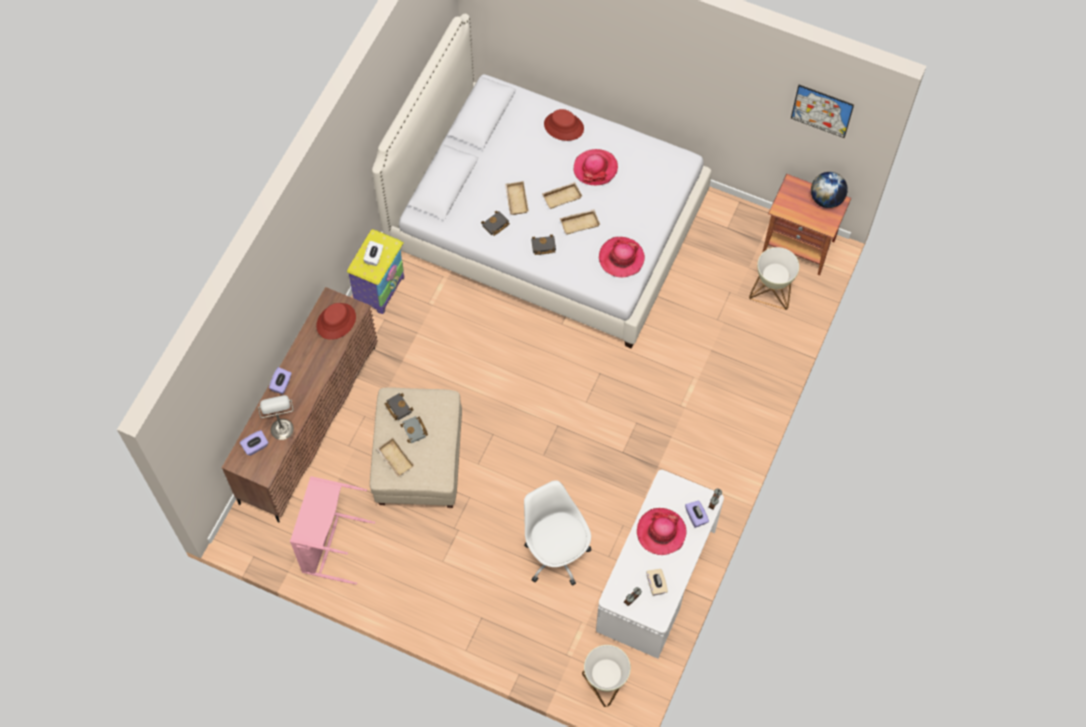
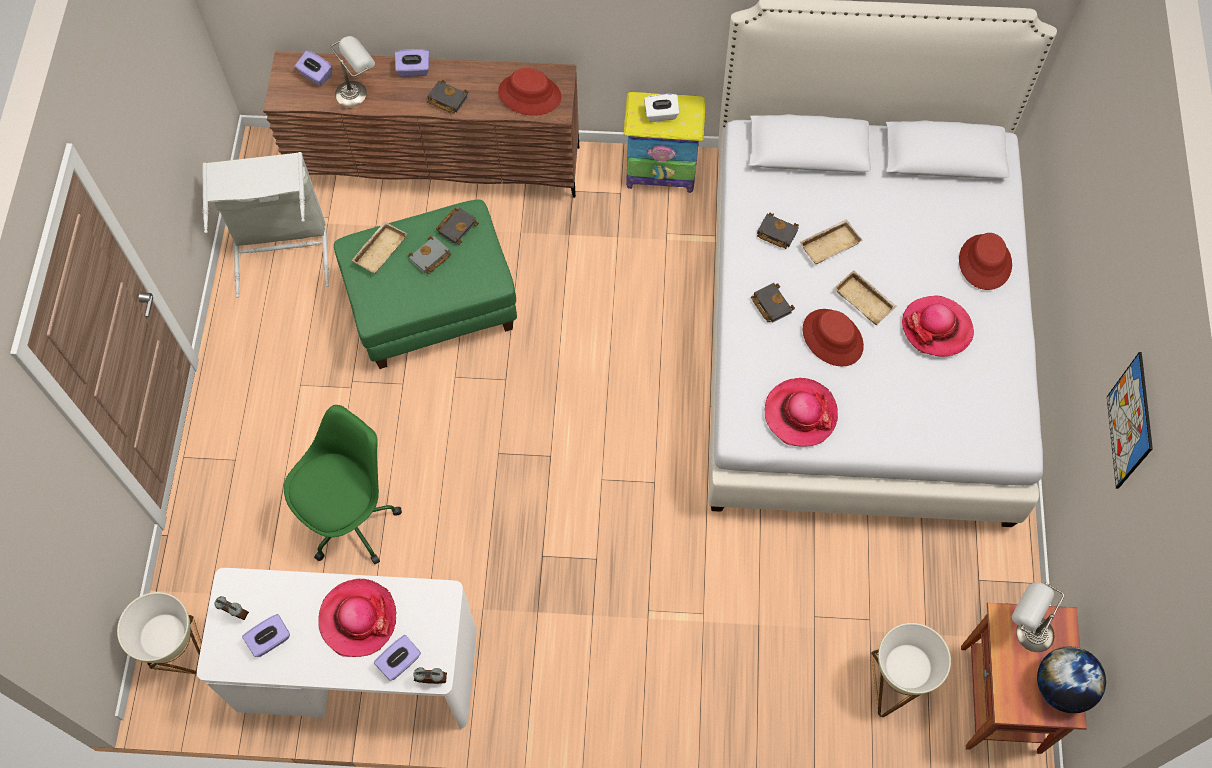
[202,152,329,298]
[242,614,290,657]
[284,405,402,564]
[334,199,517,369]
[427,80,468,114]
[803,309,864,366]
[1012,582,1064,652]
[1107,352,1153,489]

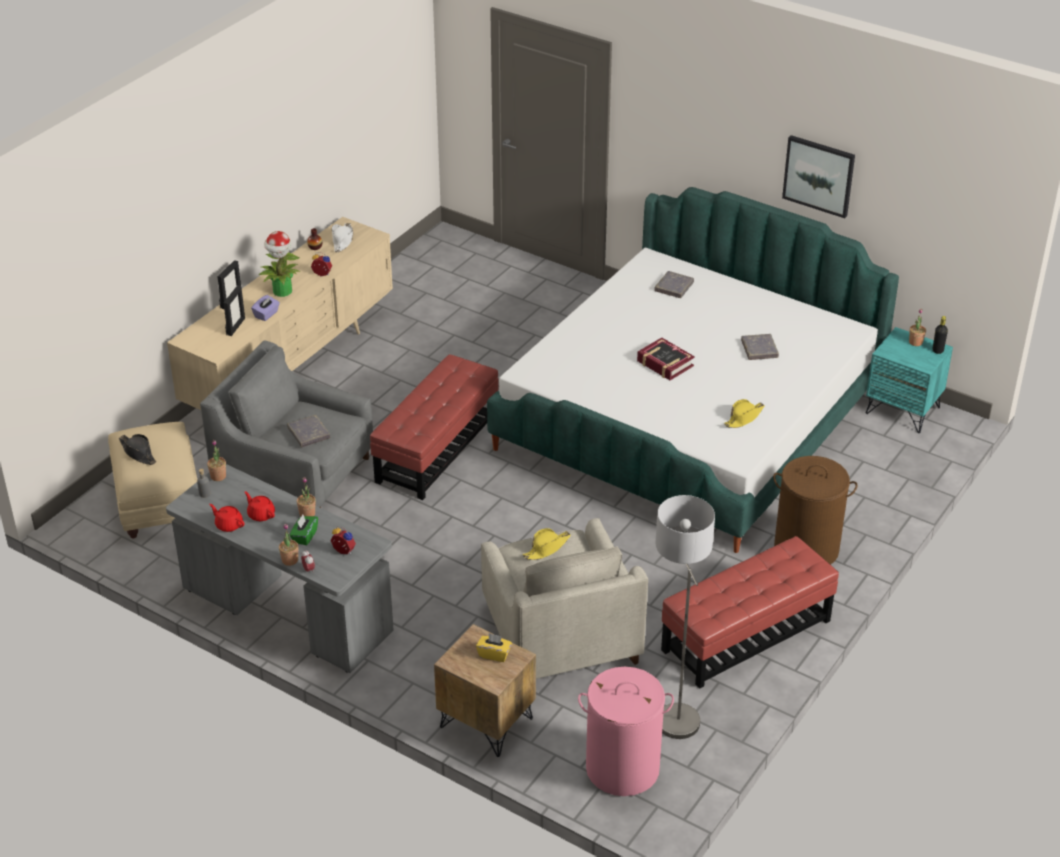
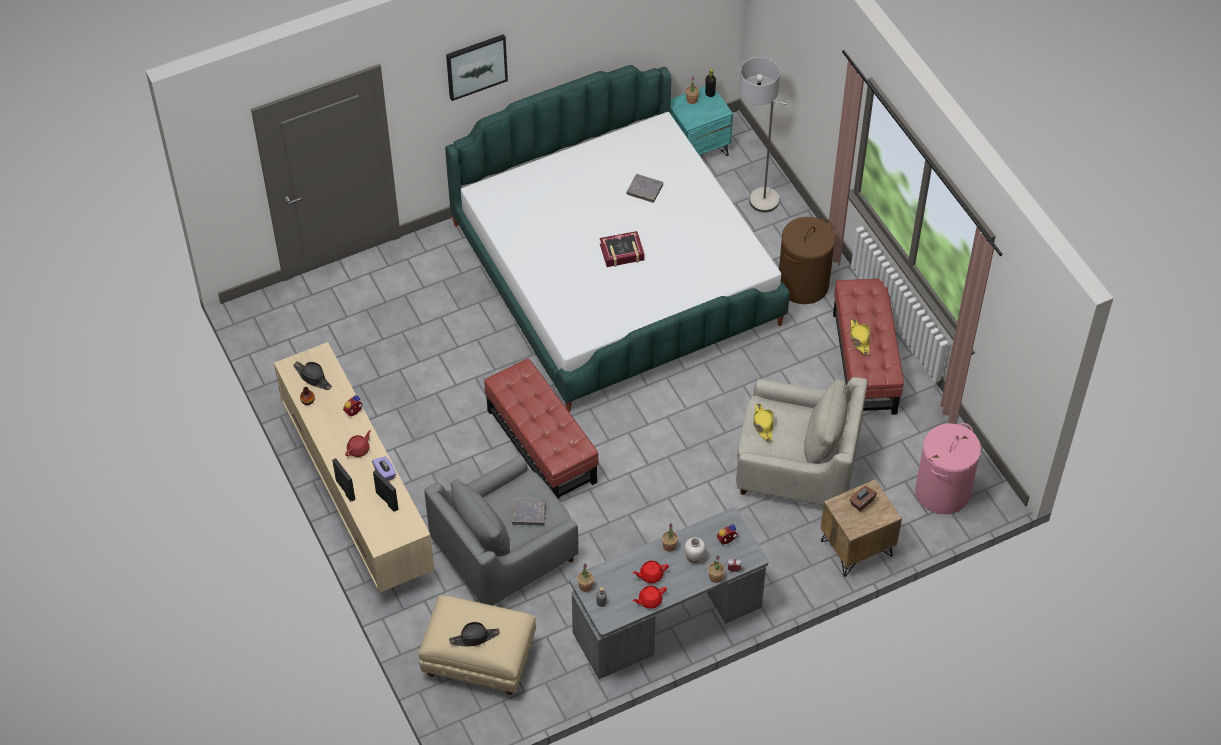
[293,361,332,390]
[345,430,371,457]
[446,34,508,101]
[684,537,706,563]
[739,57,787,213]
[849,486,877,511]
[850,319,870,355]
[654,271,694,298] (first image)

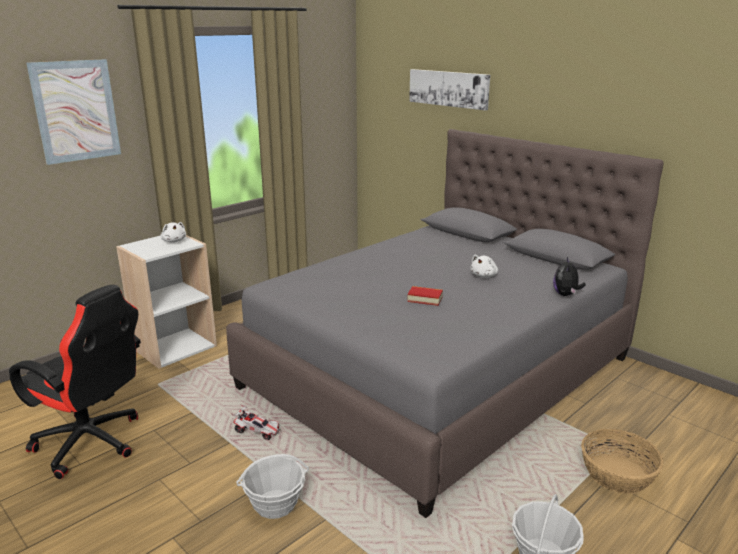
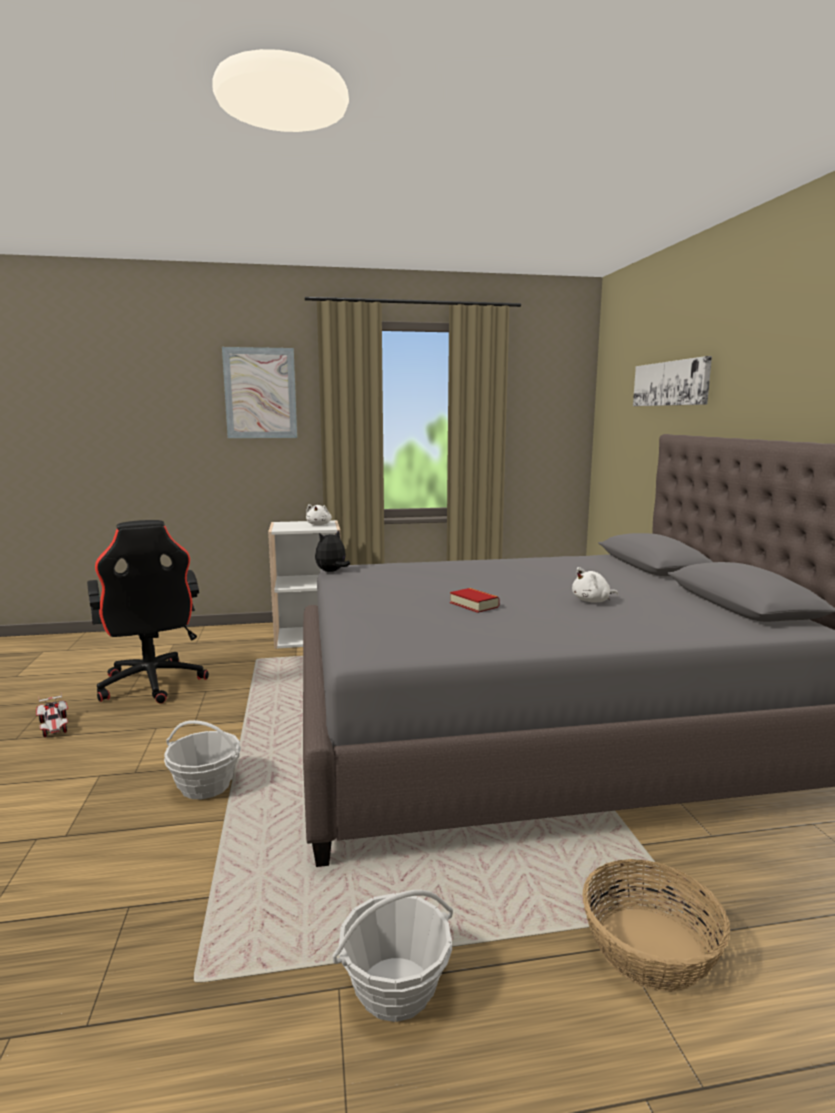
[36,694,68,737]
[315,530,350,572]

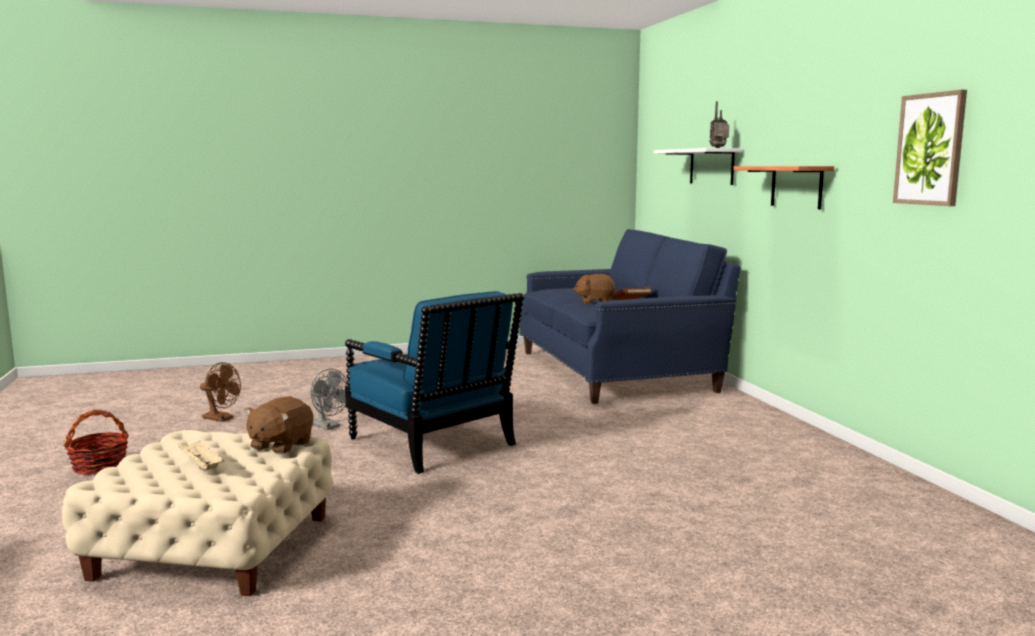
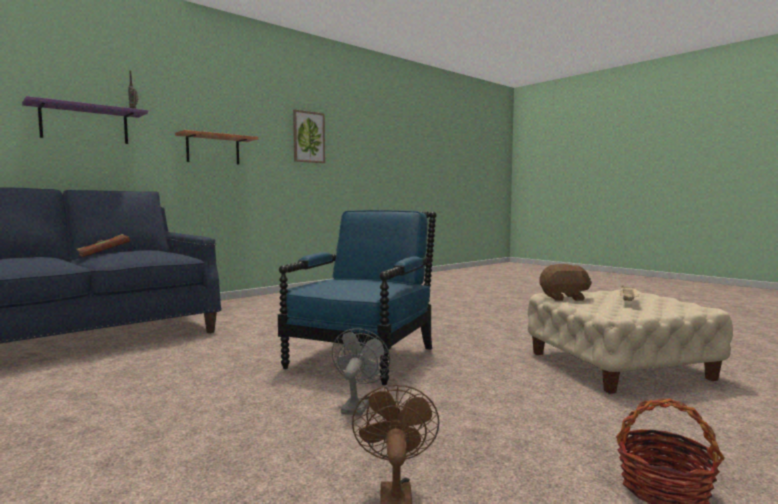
[22,96,148,144]
[573,274,616,304] (first image)

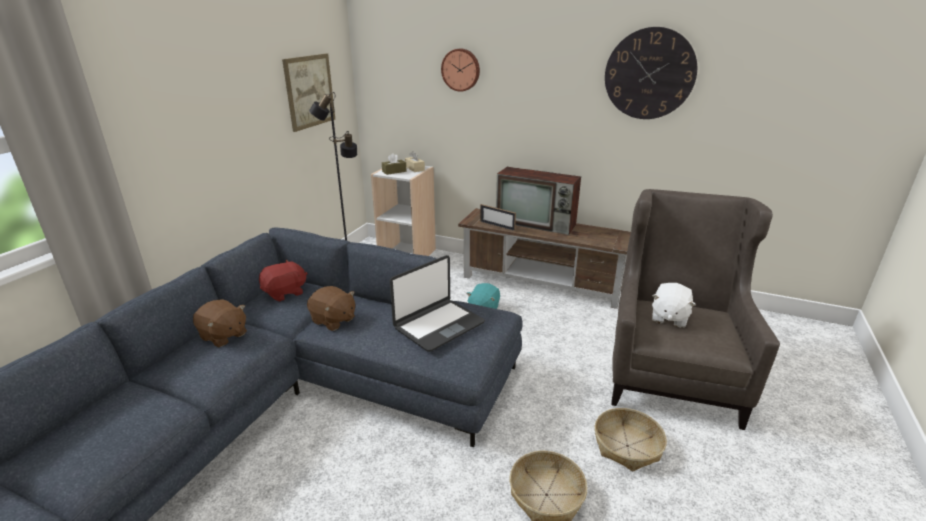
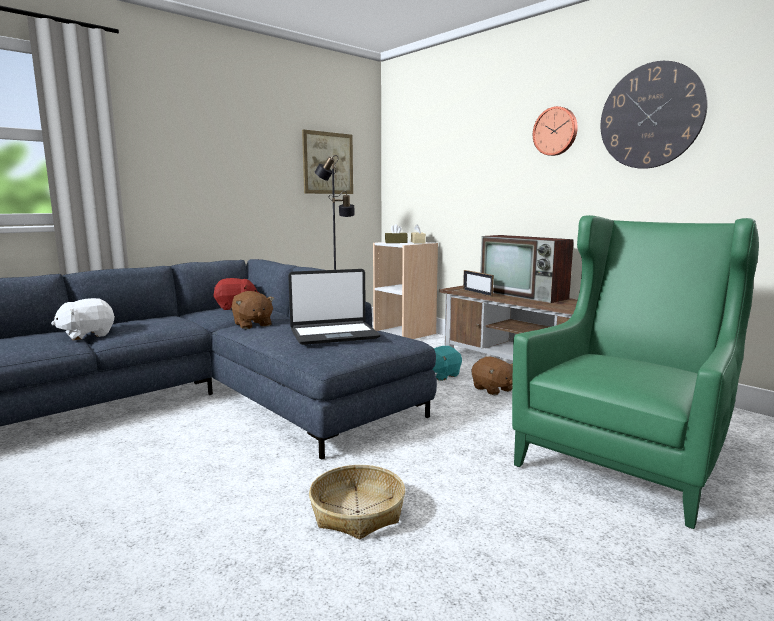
[51,298,115,340]
[472,356,513,395]
[512,215,759,529]
[533,106,578,156]
[595,408,667,471] (first image)

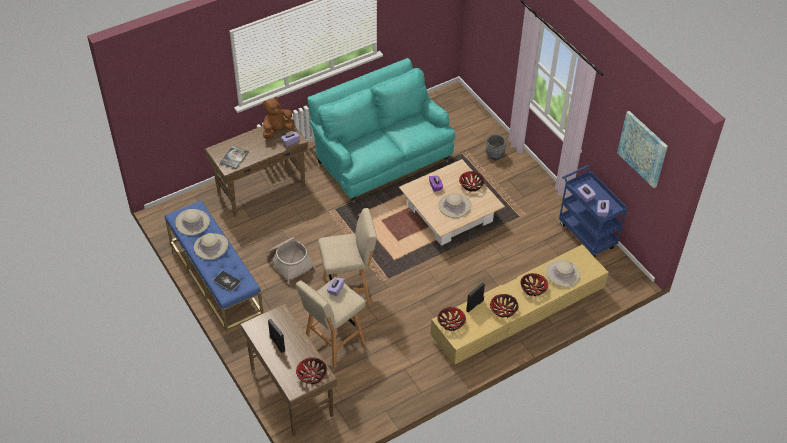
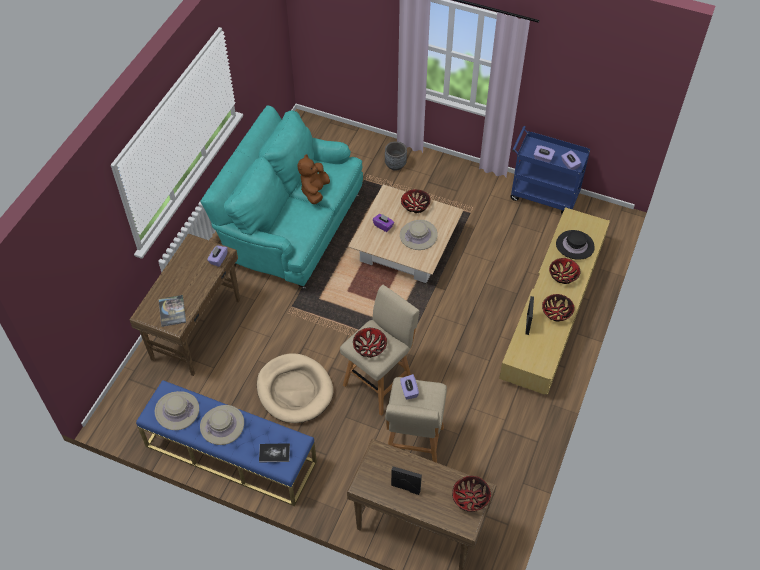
[257,353,333,423]
[297,154,330,204]
[353,328,387,358]
[556,230,595,260]
[617,111,668,188] (first image)

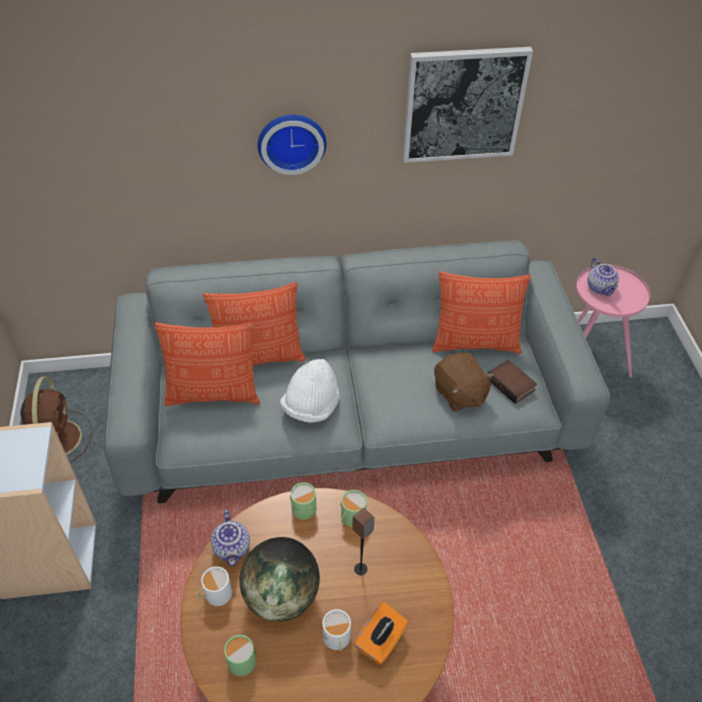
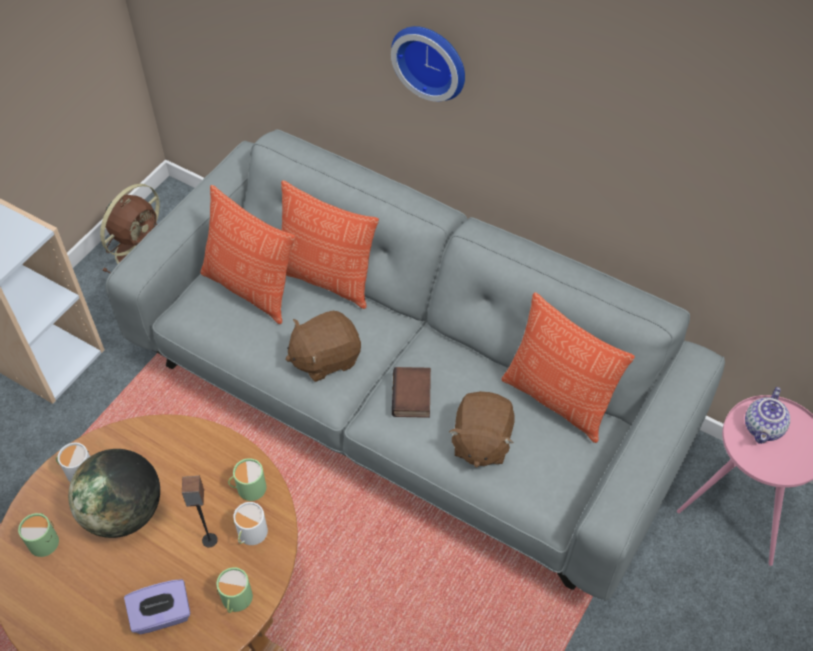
[124,579,190,634]
[216,567,253,613]
[233,502,268,545]
[286,311,361,382]
[392,367,431,418]
[211,509,250,566] (first image)
[403,47,533,163] (first image)

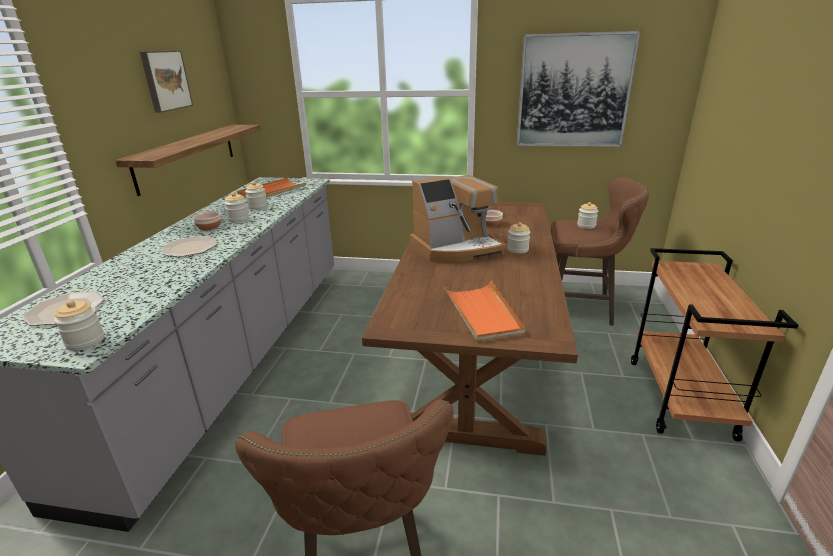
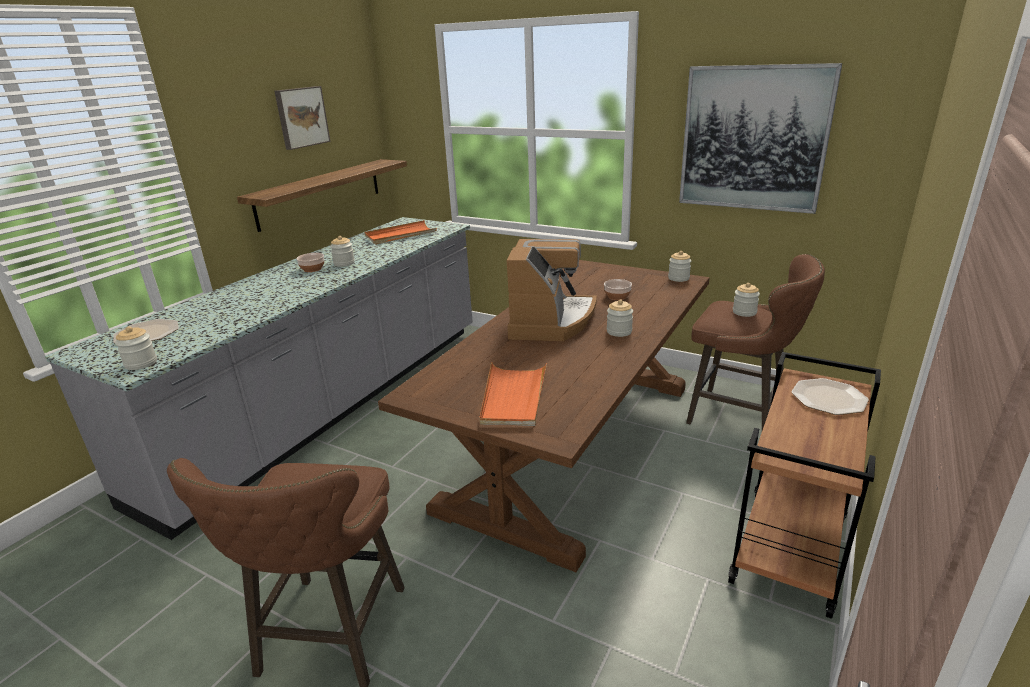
[506,239,597,341]
[668,251,691,282]
[791,378,869,415]

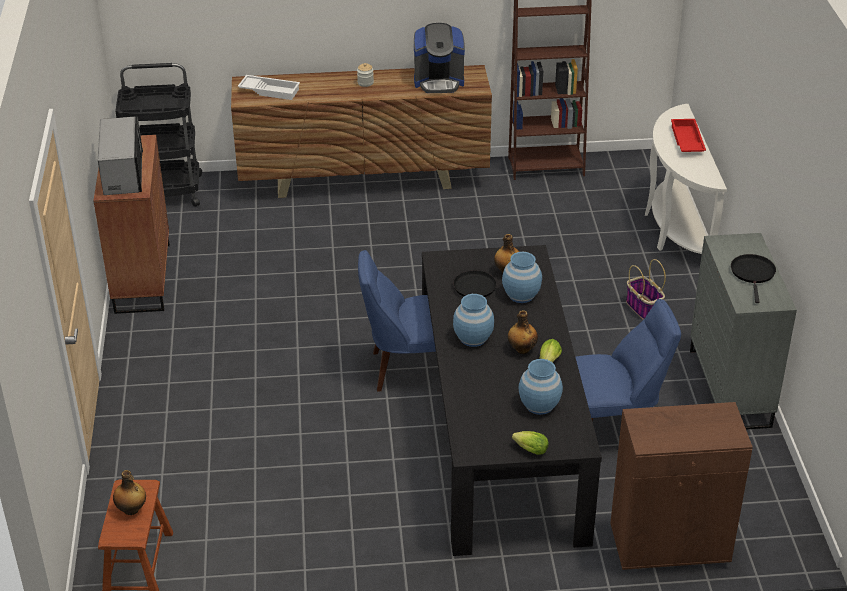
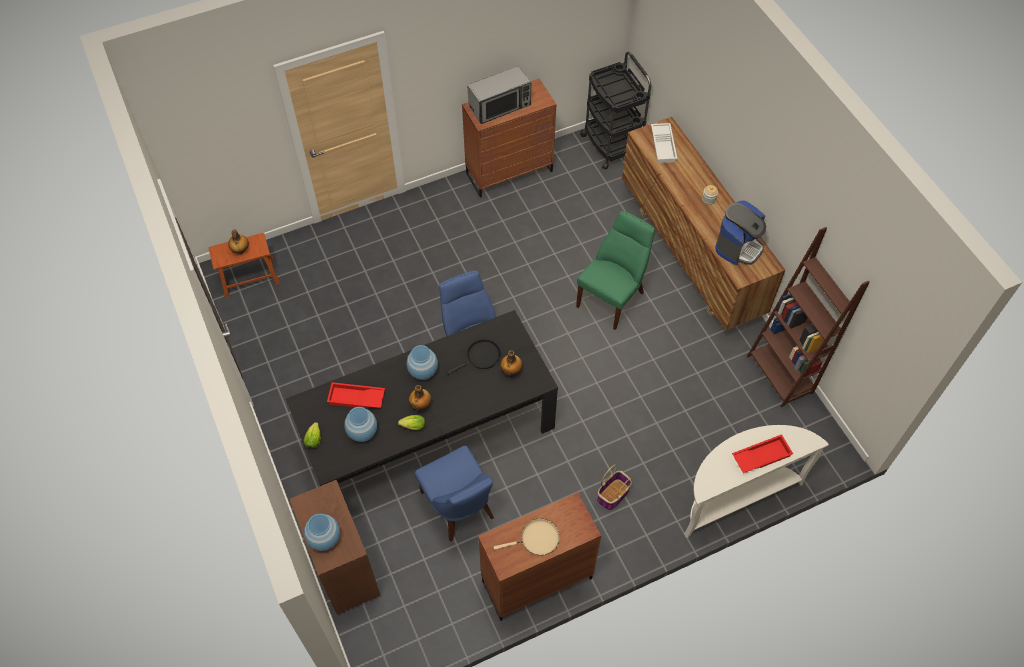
[304,514,340,551]
[327,382,385,408]
[478,492,601,621]
[493,519,560,555]
[576,211,655,330]
[715,200,766,265]

